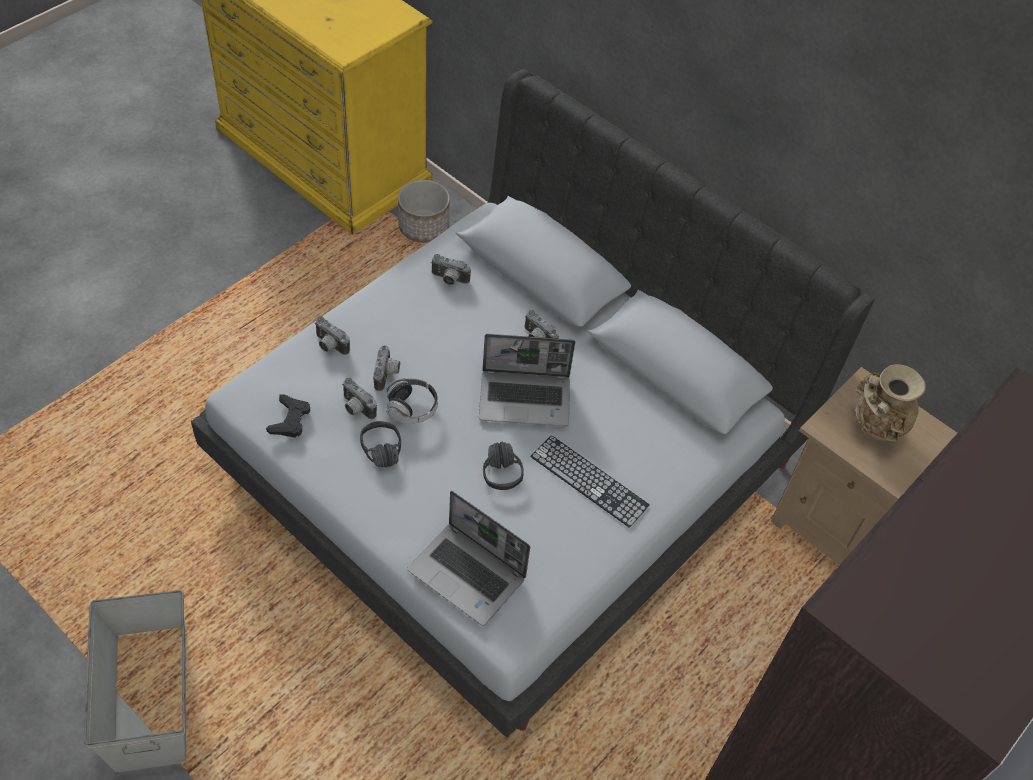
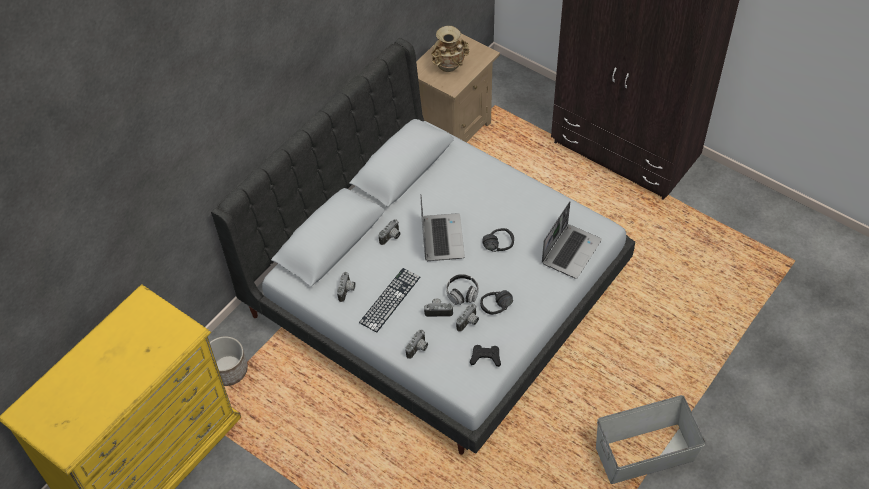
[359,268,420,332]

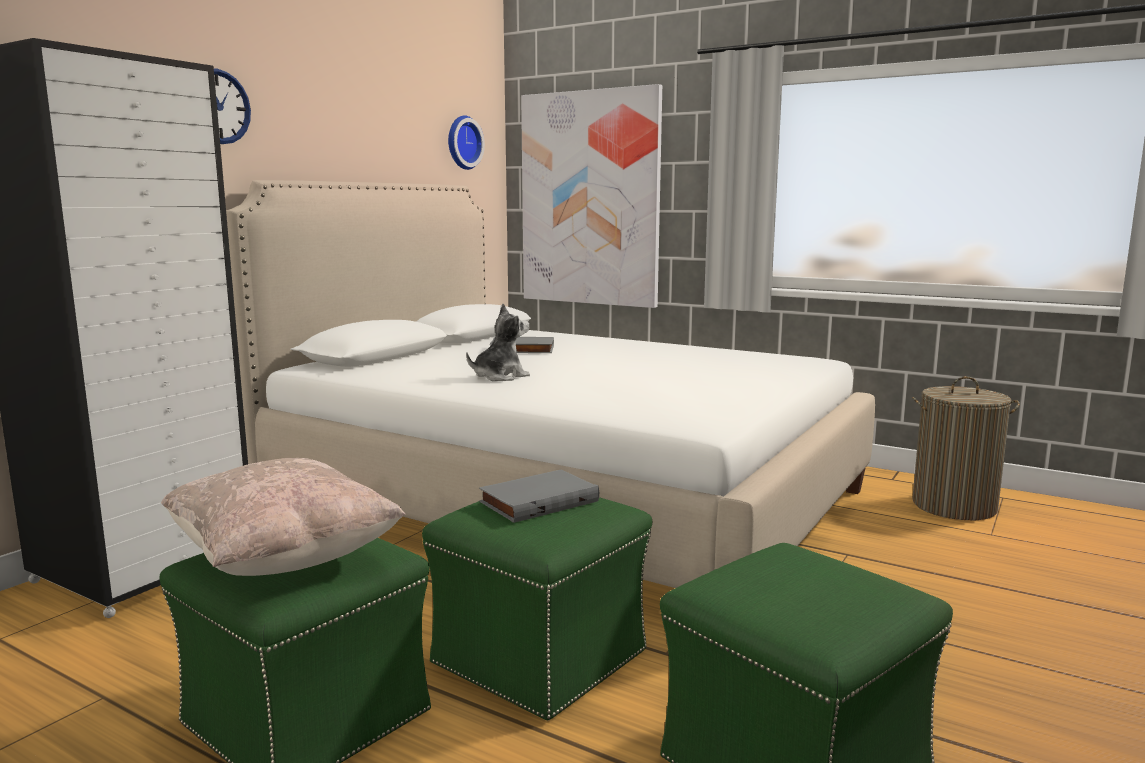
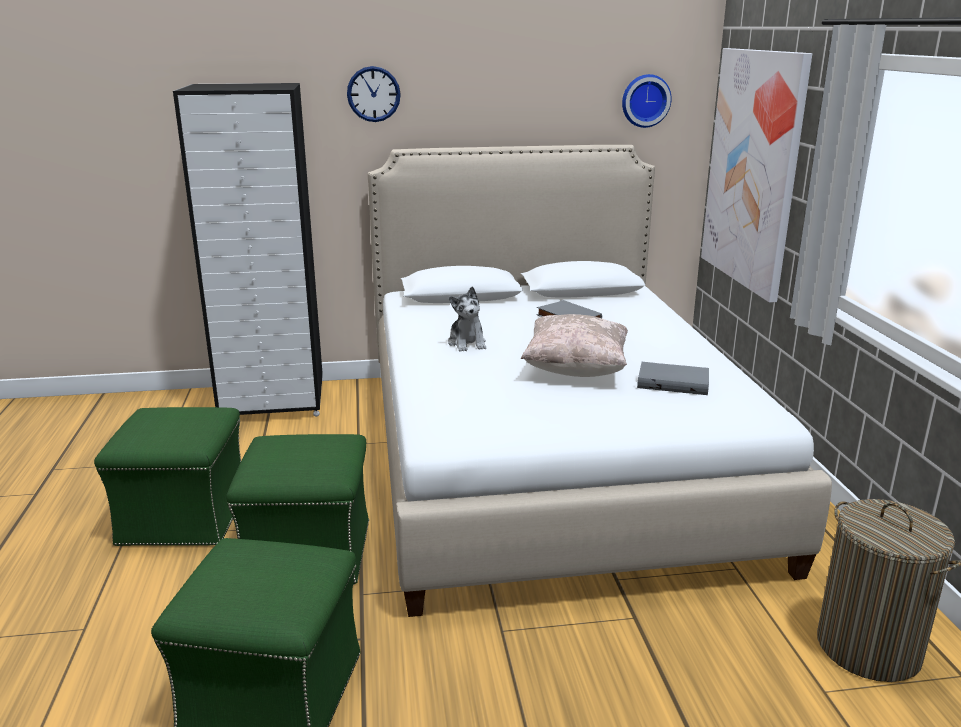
[448,287,486,352]
[521,314,628,377]
[637,362,709,395]

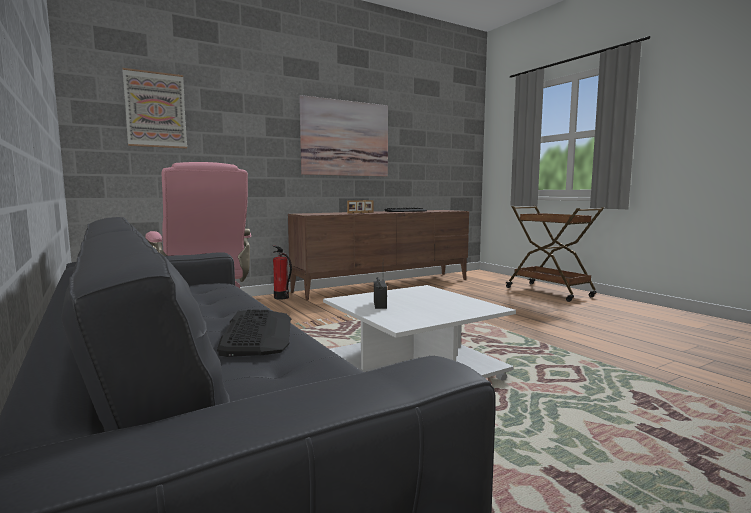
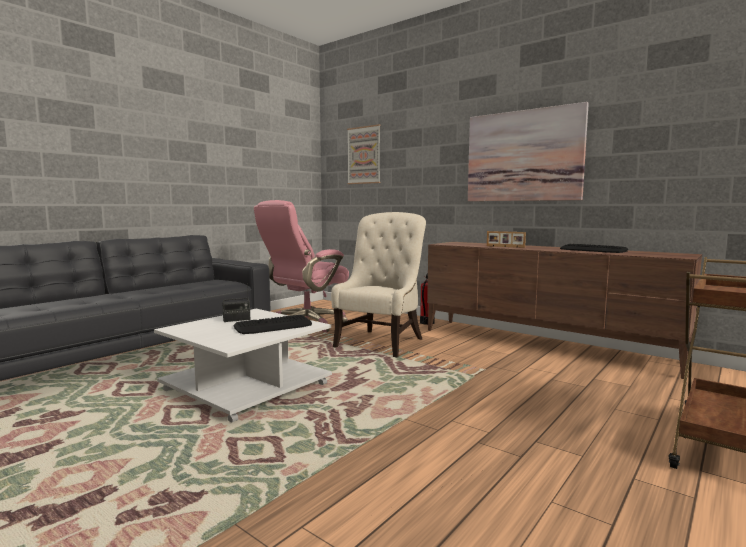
[233,315,312,334]
[331,212,426,357]

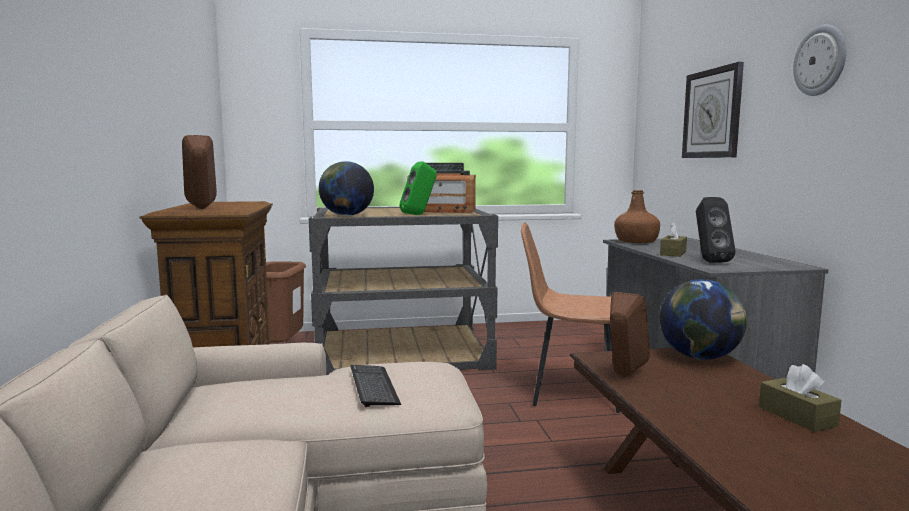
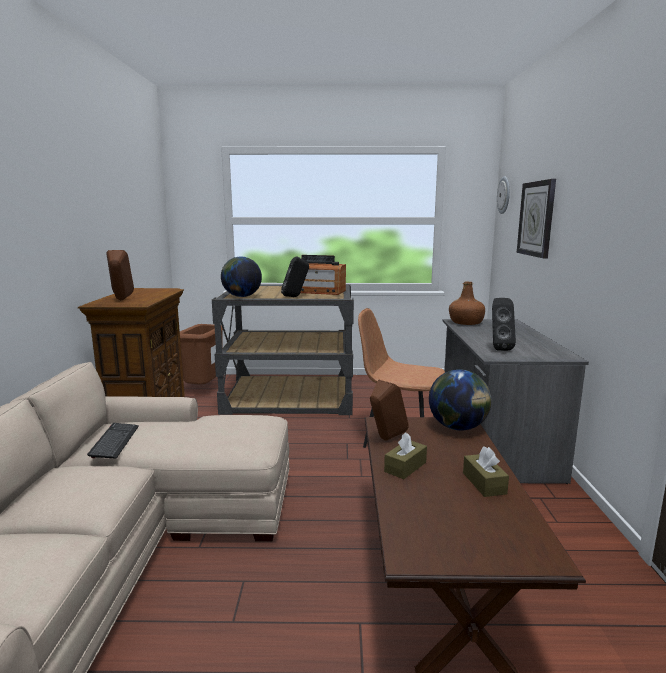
[87,423,139,459]
[281,256,309,297]
[384,432,427,479]
[497,176,510,214]

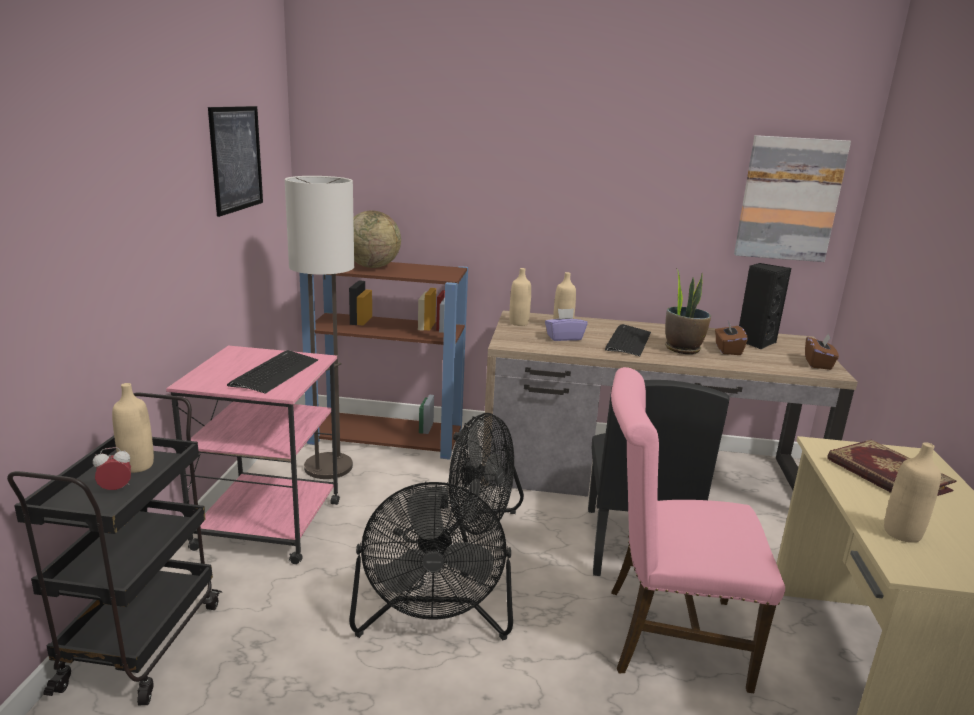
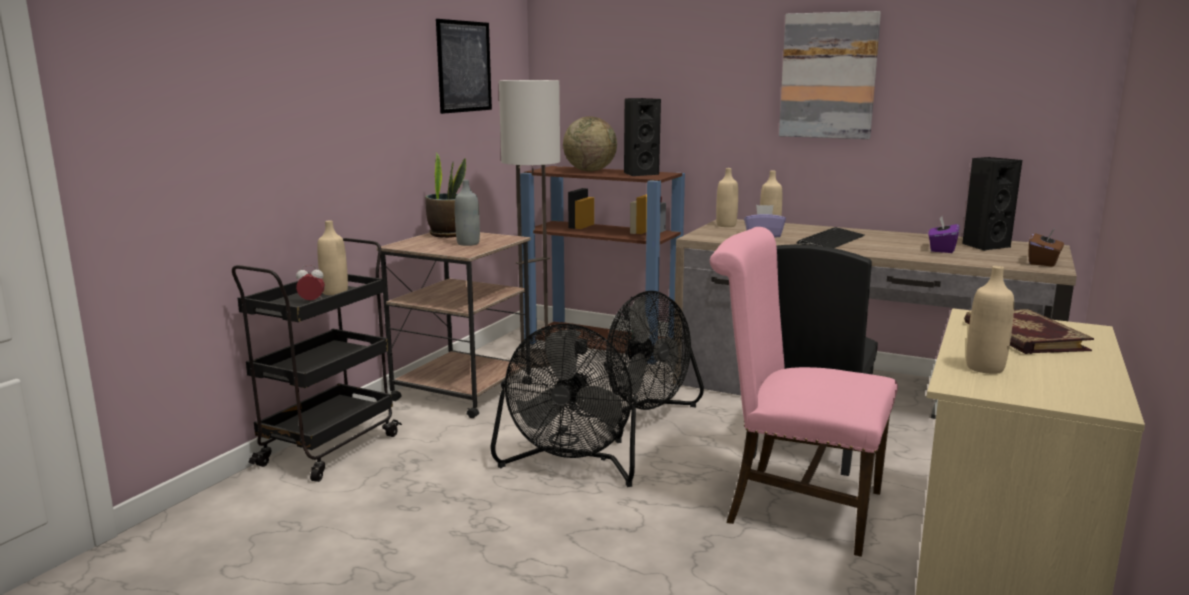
[377,232,532,418]
[425,152,466,238]
[455,180,480,246]
[624,98,661,176]
[779,11,881,139]
[928,216,960,253]

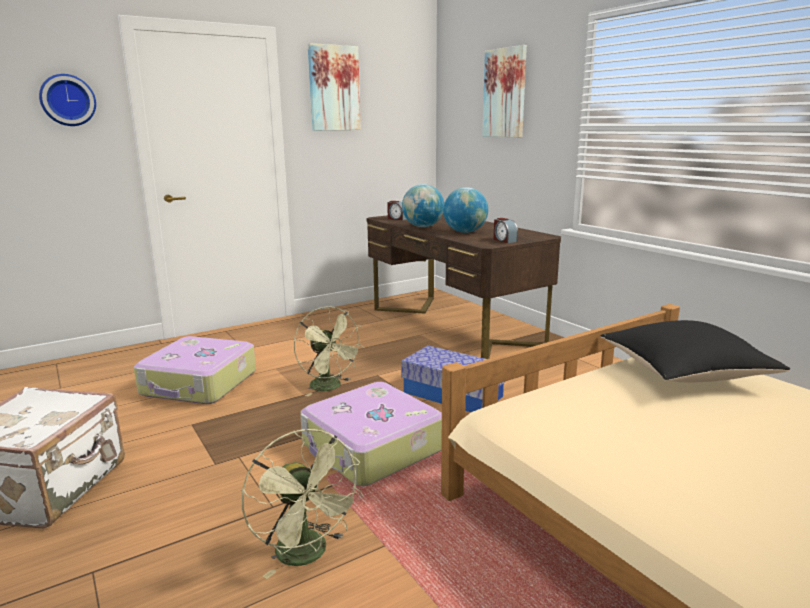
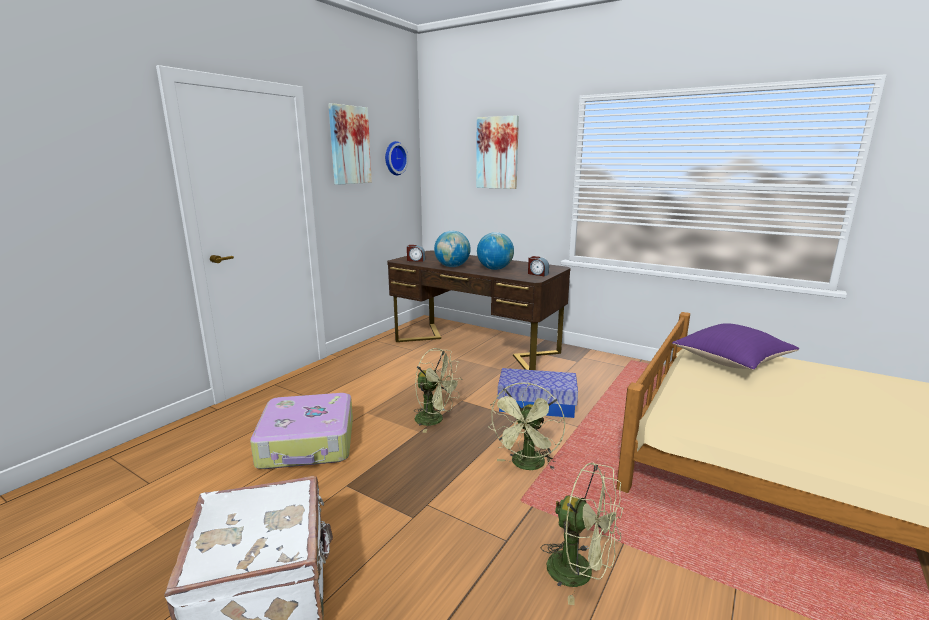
[385,141,408,175]
[488,382,565,470]
[672,323,799,370]

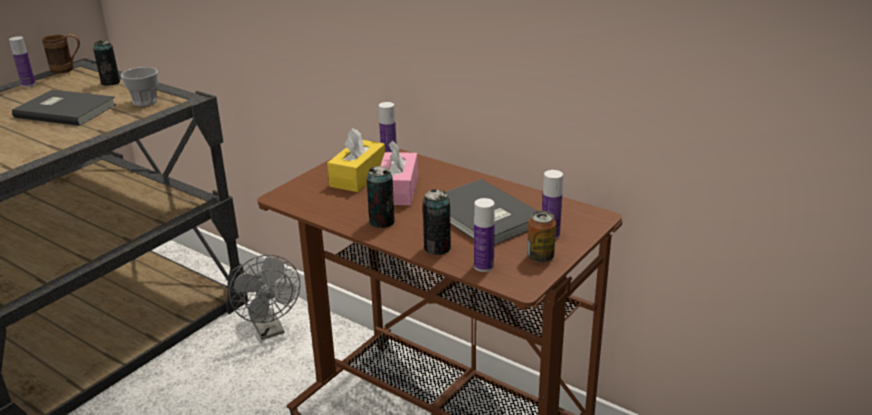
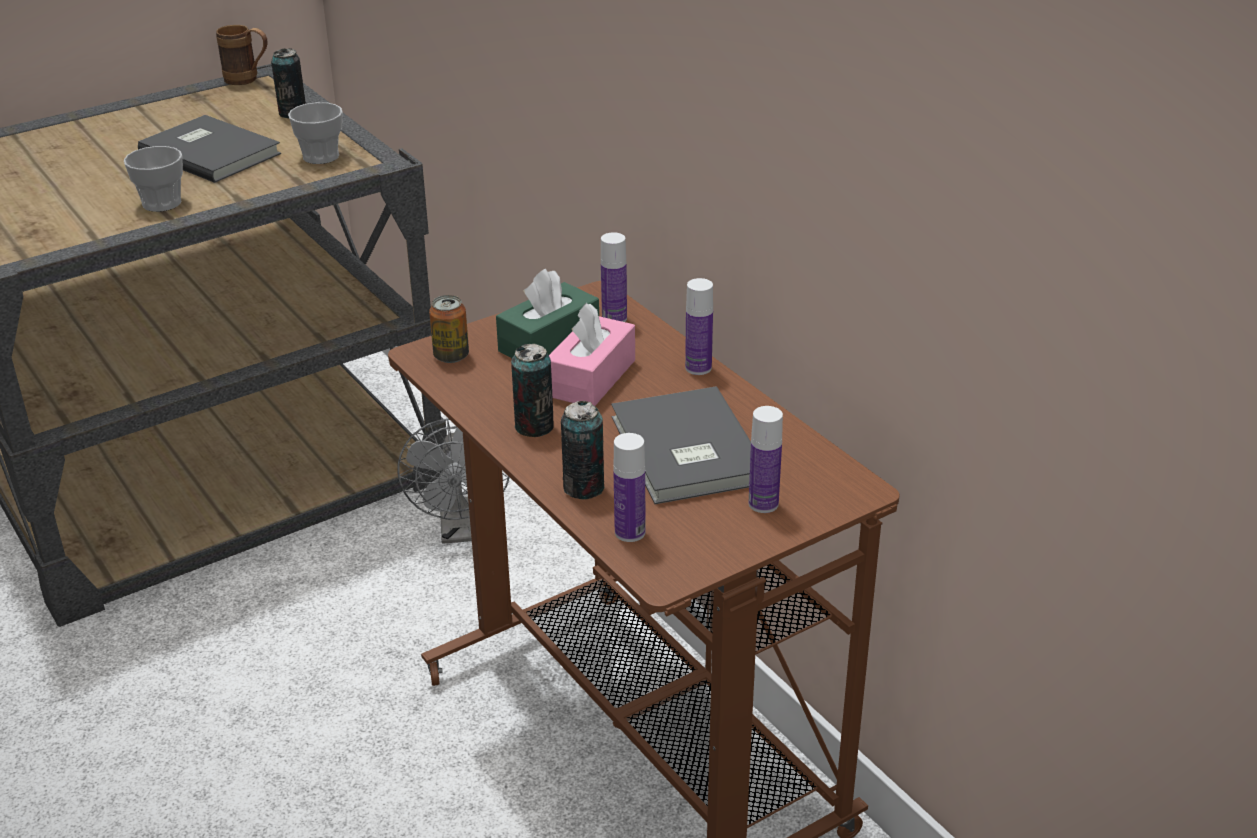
[124,146,183,212]
[429,295,469,363]
[496,268,599,358]
[685,278,713,375]

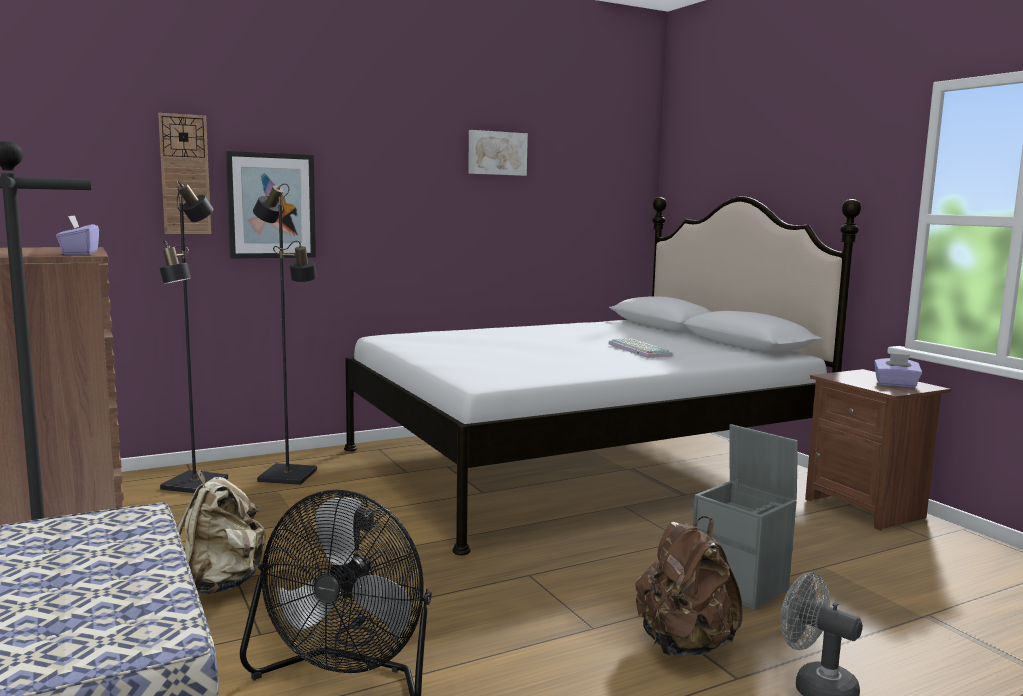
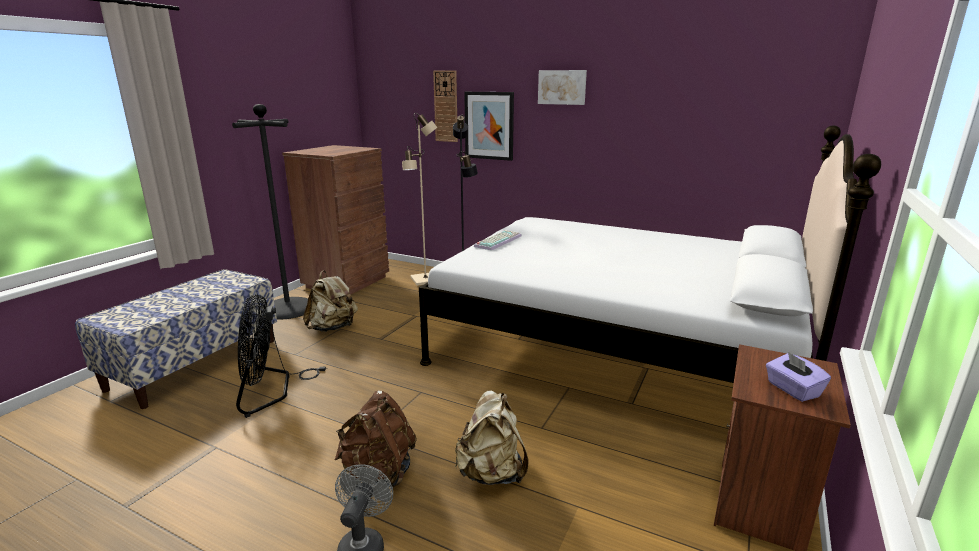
[402,113,437,286]
[455,390,529,485]
[474,230,522,250]
[538,70,587,105]
[56,215,99,255] (first image)

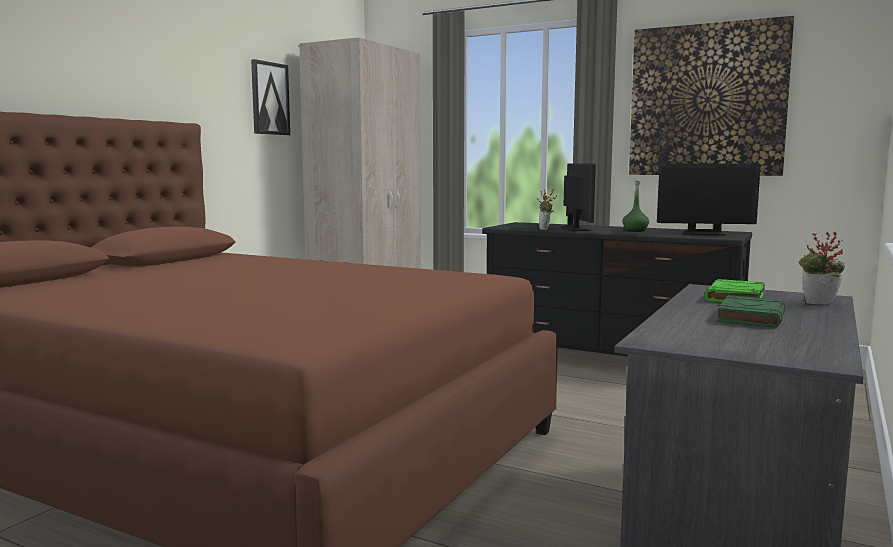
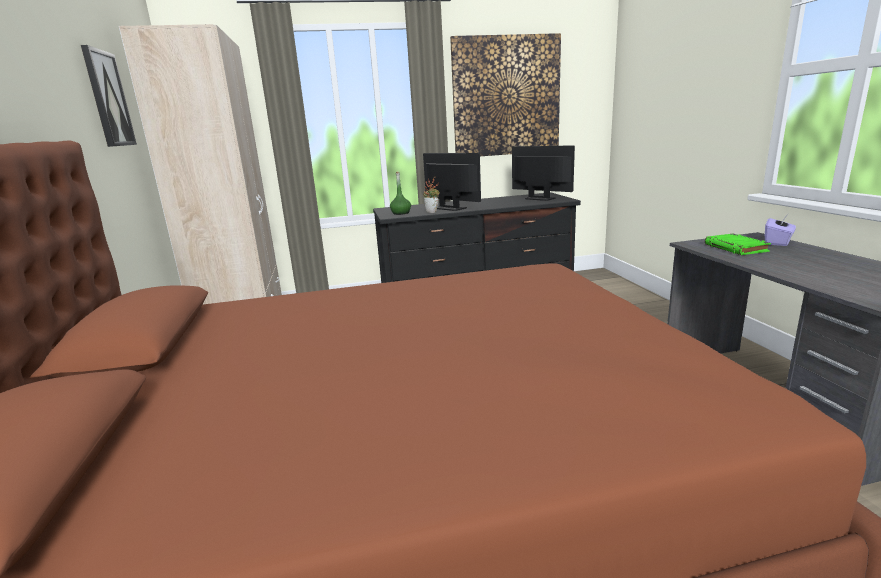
[390,172,411,215]
[512,145,575,201]
[765,213,796,246]
[717,295,786,328] (first image)

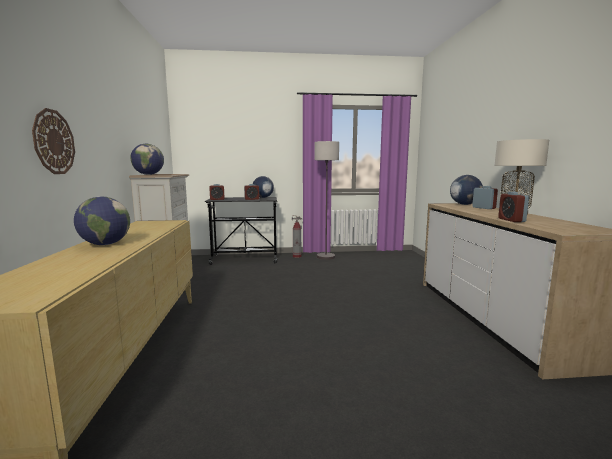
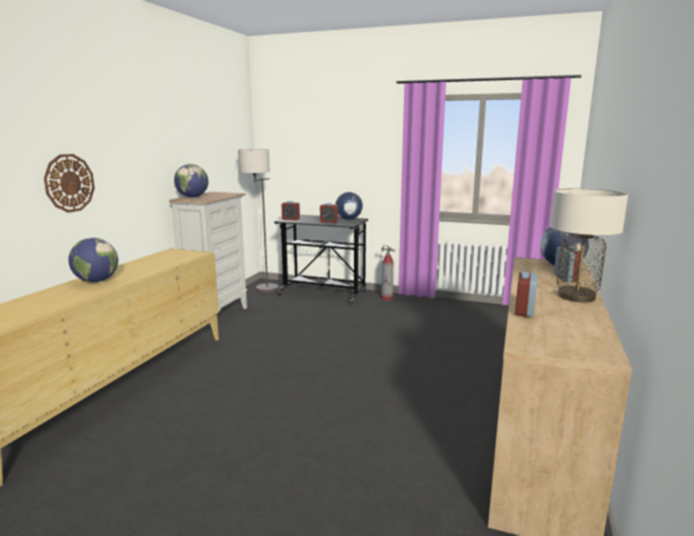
[238,149,279,293]

